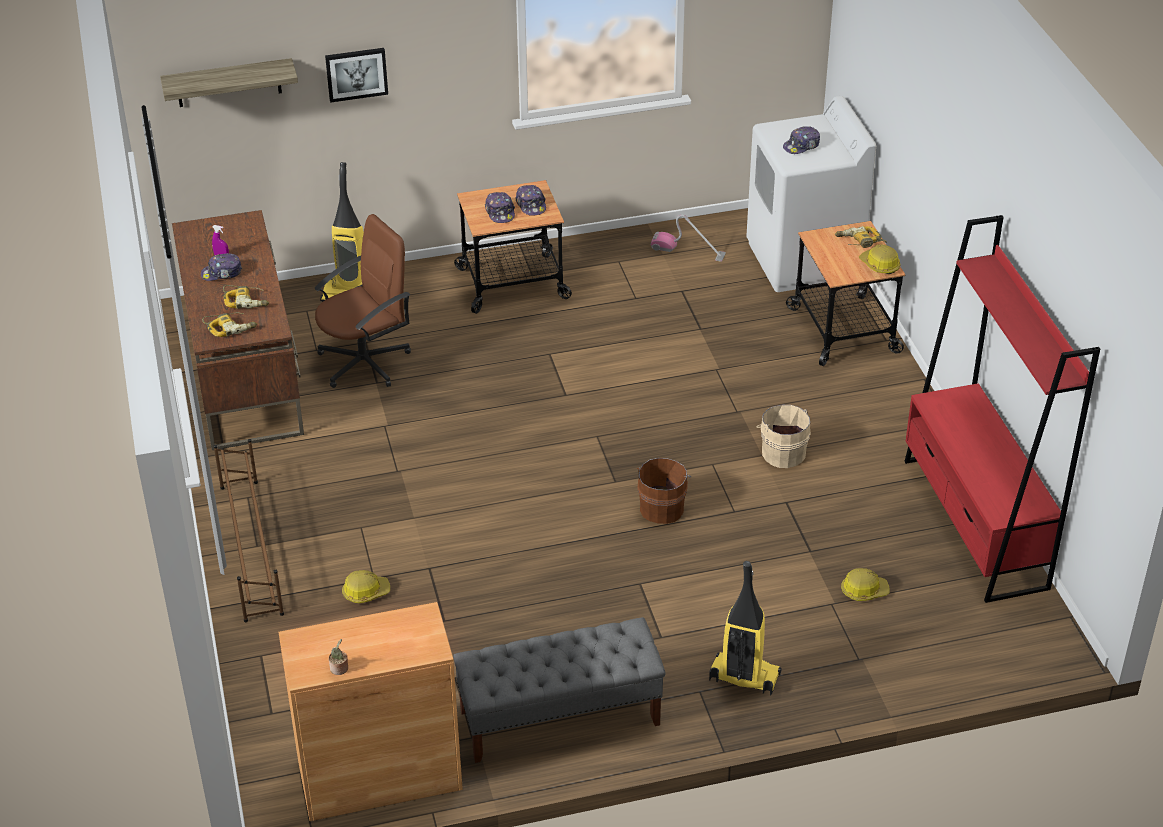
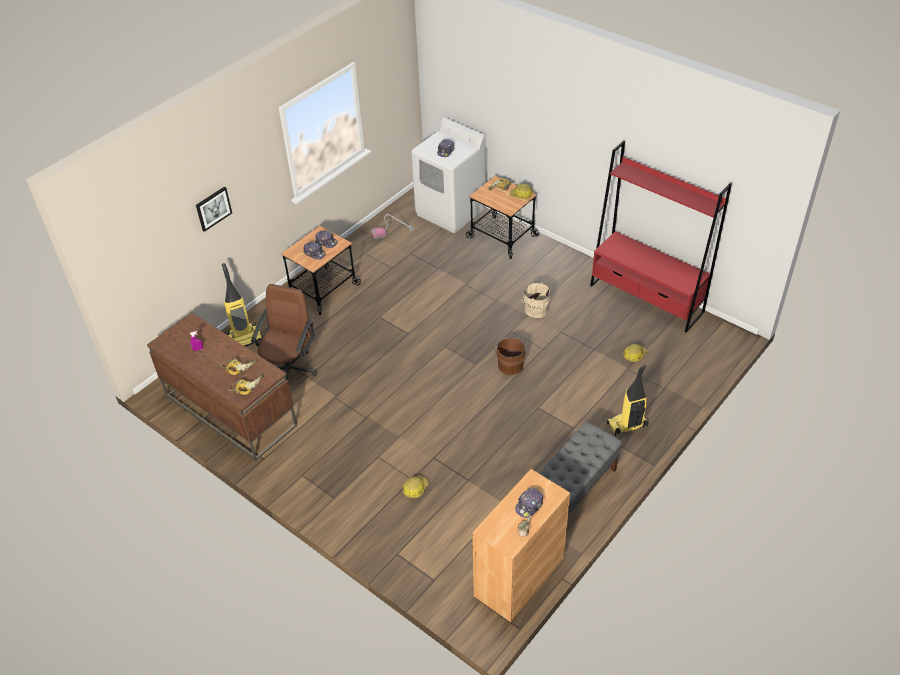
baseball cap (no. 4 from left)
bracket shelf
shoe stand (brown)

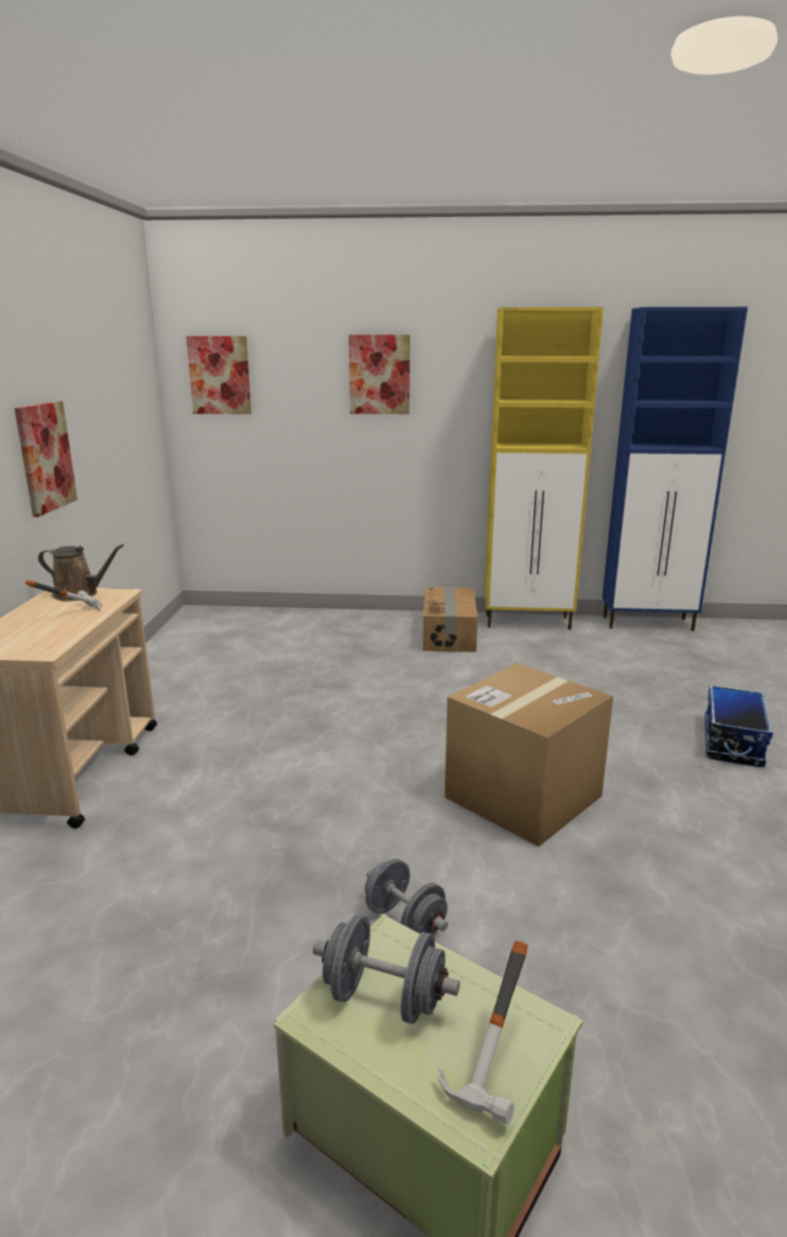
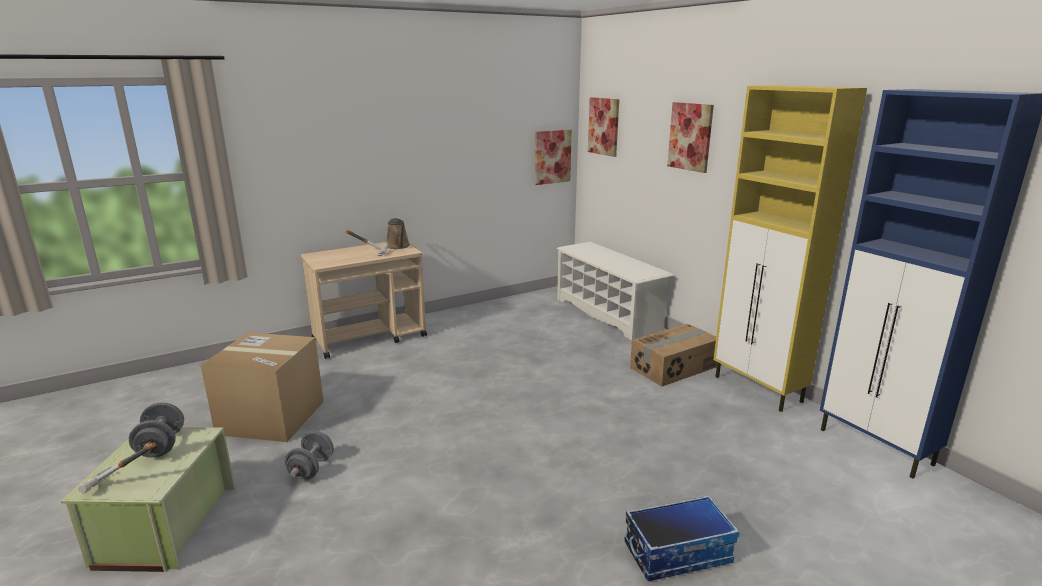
cardboard box (no. 1 from left)
picture (no. 1 from left)
shoe stand (white-coloured)

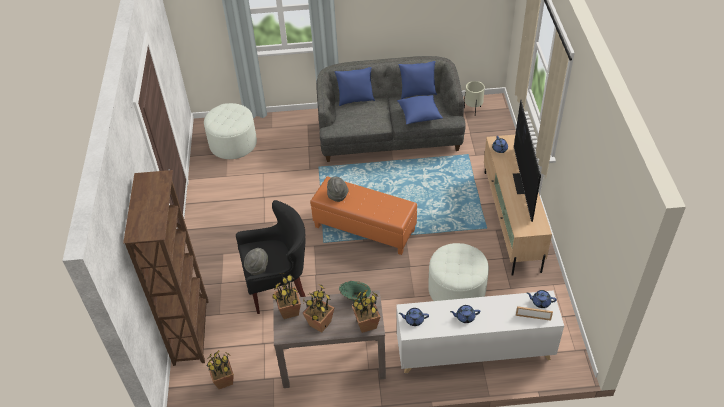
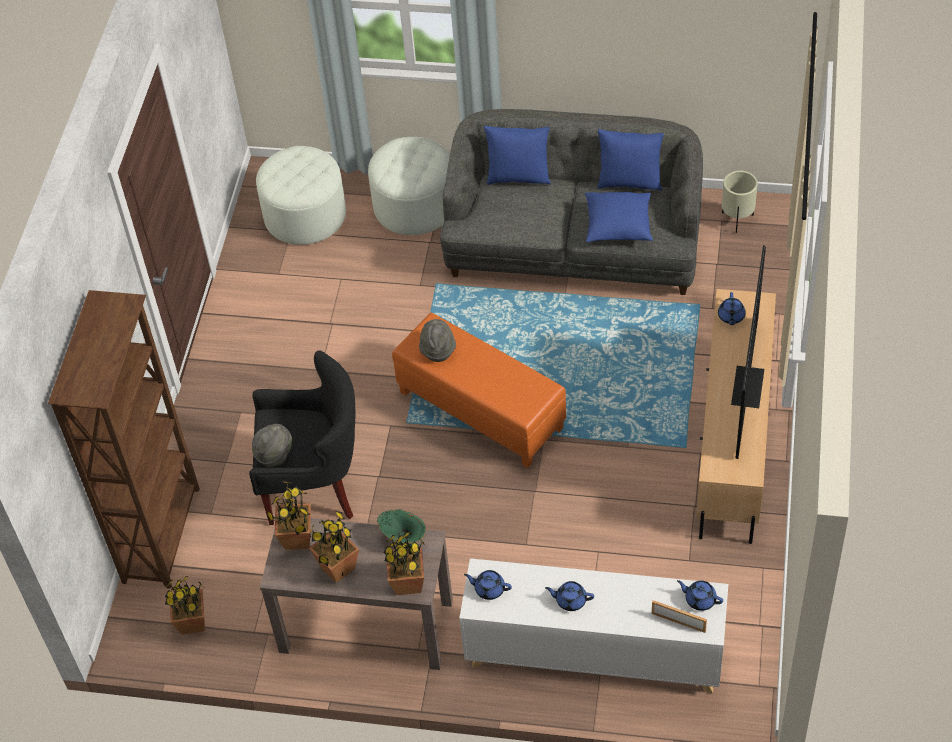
footrest (white-coloured) (no. 2 from left)

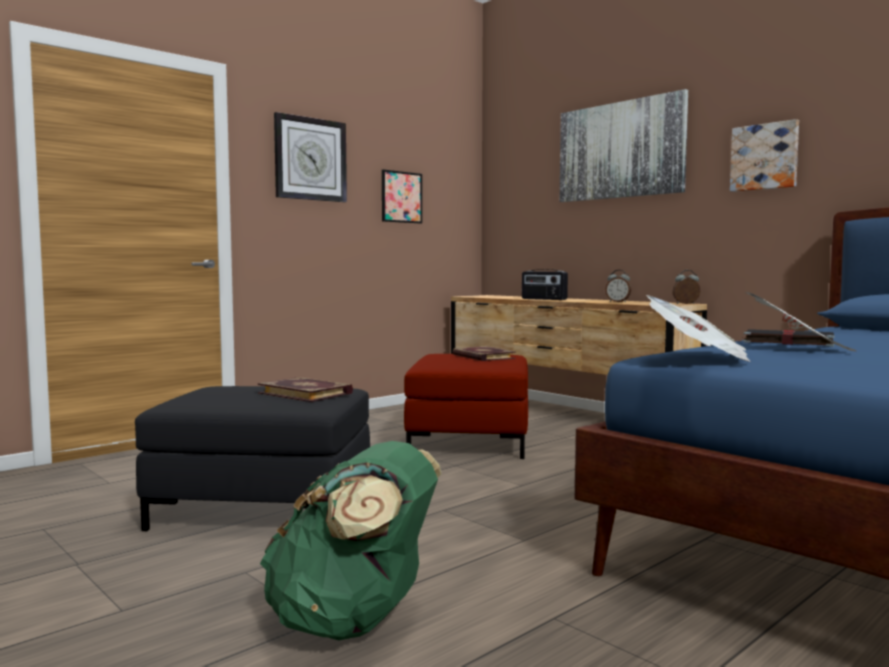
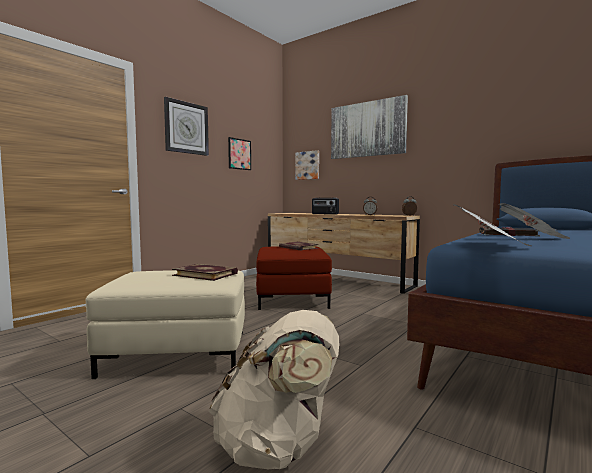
footrest (beige-coloured)
knapsack (beige-coloured)
picture (no. 2 from left)

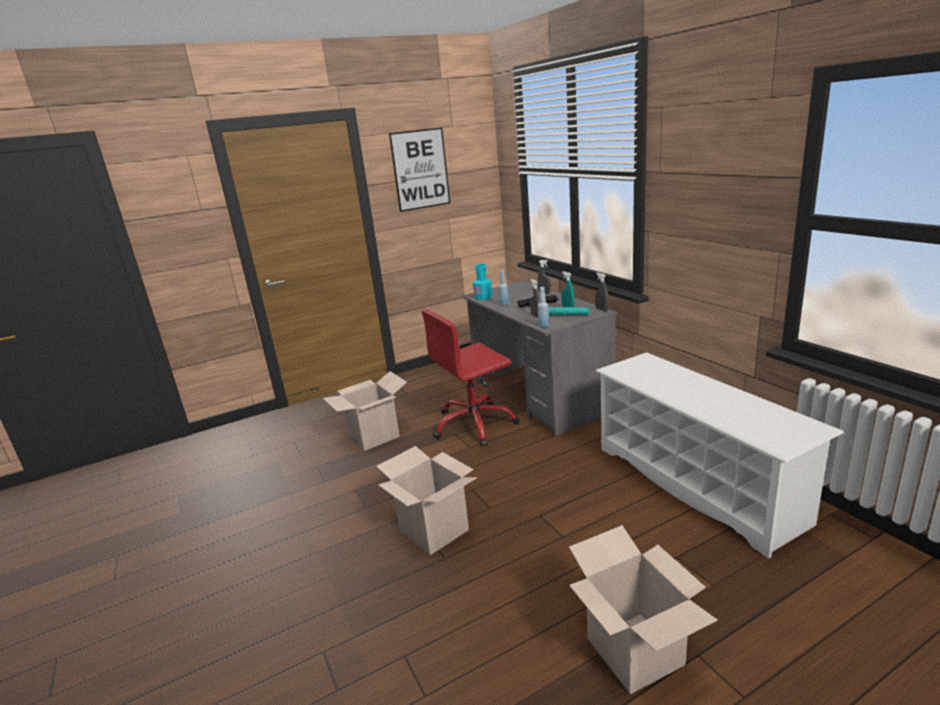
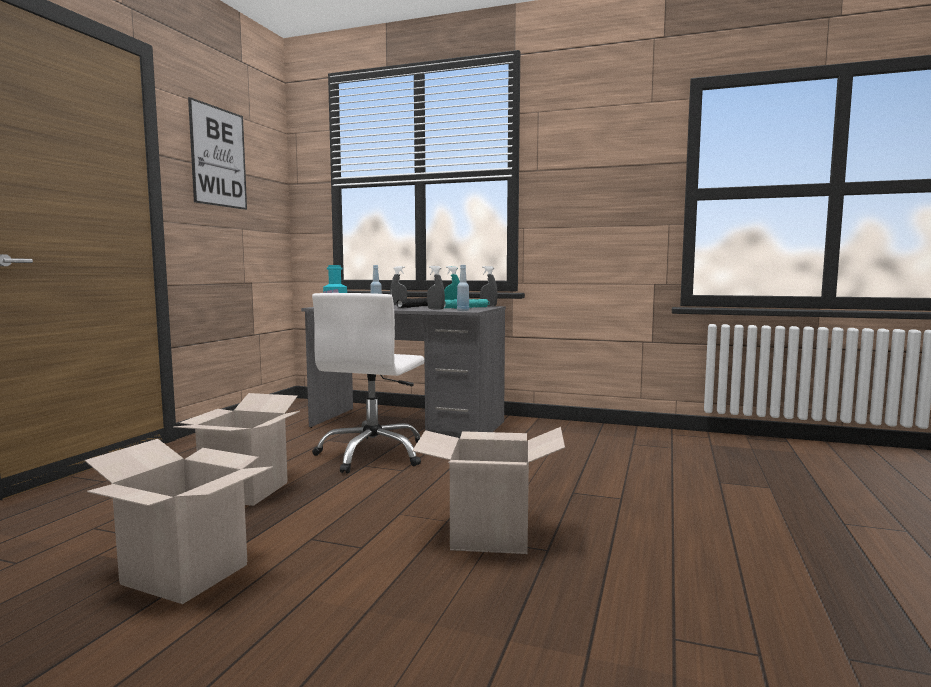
cardboard box (no. 1 from left)
office chair (white-coloured)
shoe stand (white-coloured)

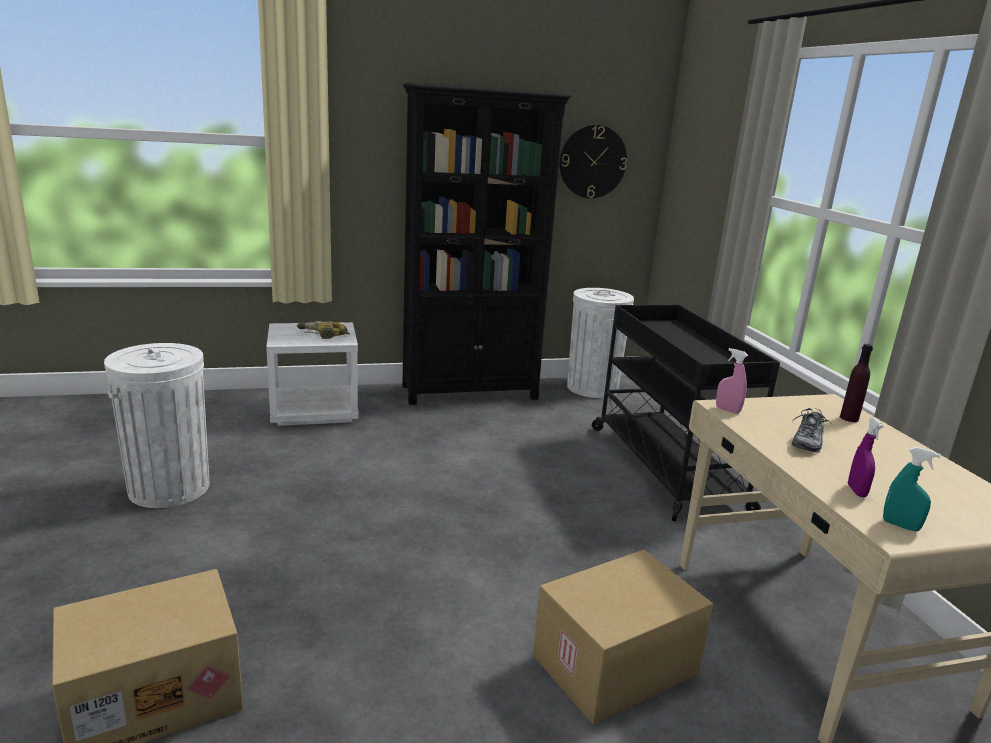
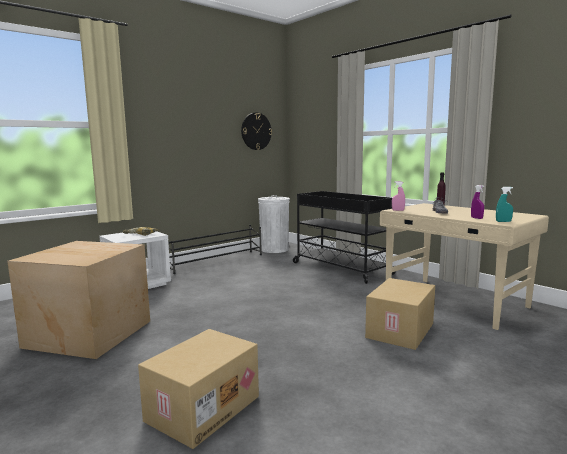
cardboard box (no. 1 from left)
shoe stand (black-coloured)

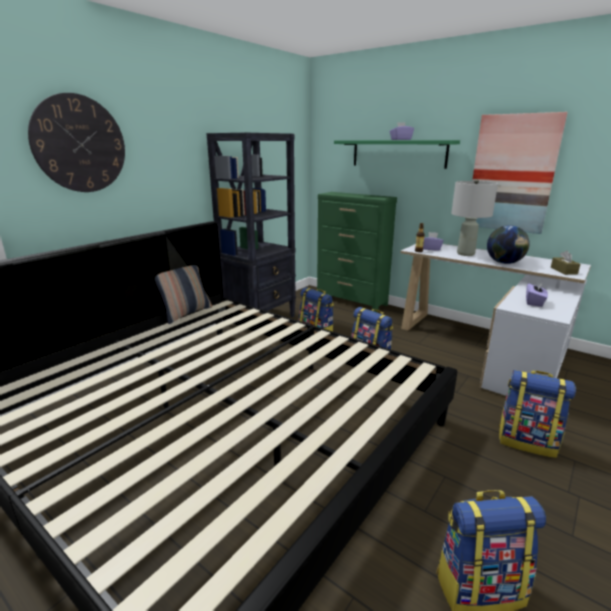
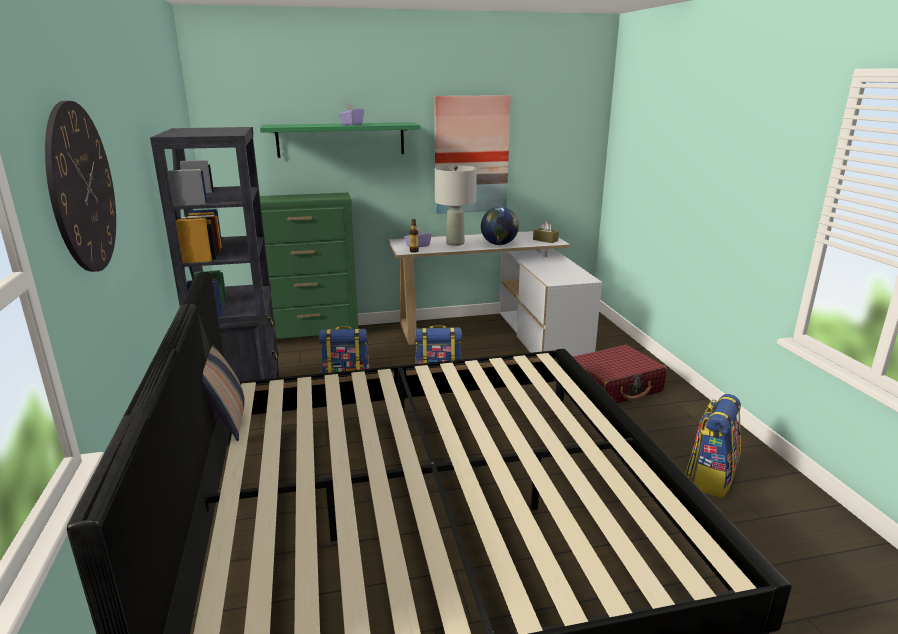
piece of luggage (red)
box of tissues (purple) (no. 3 from left in the first image)

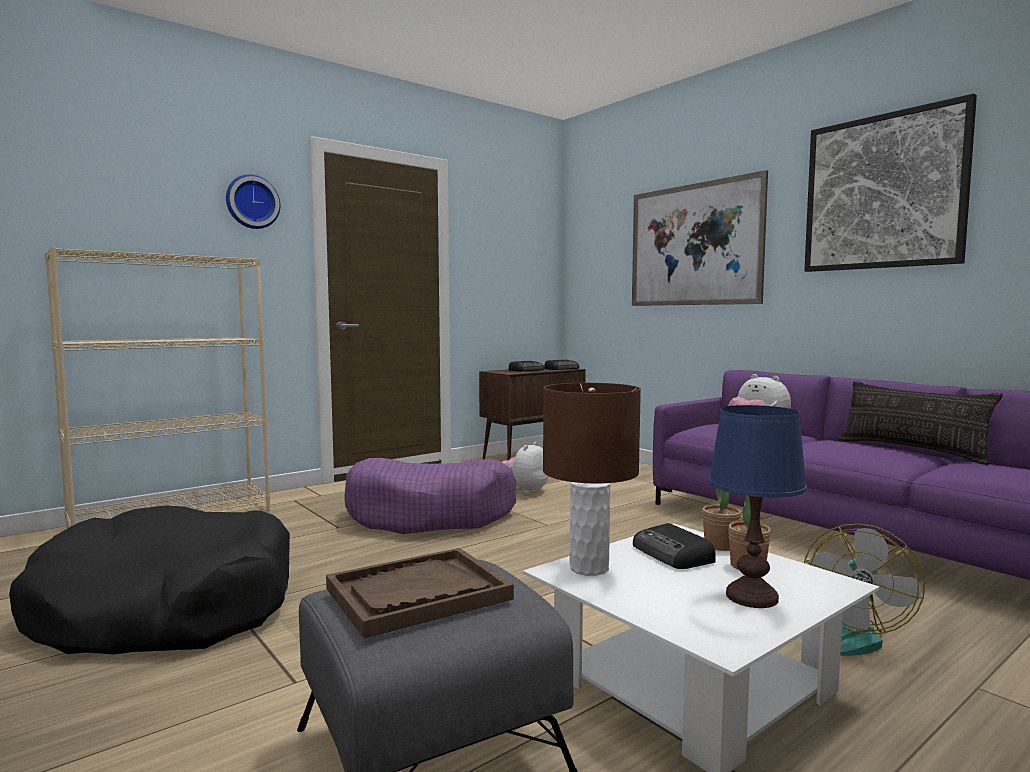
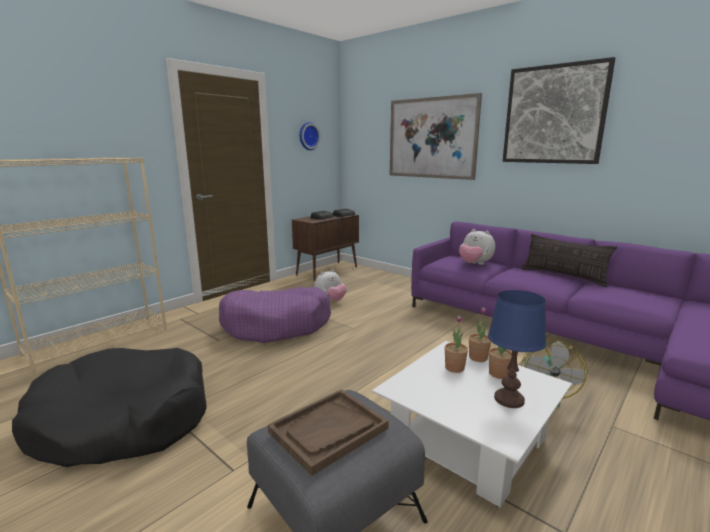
clock on the wall
plush toy (no. 1 from left)
houseplant (no. 1 from left)
table lamp (brown)

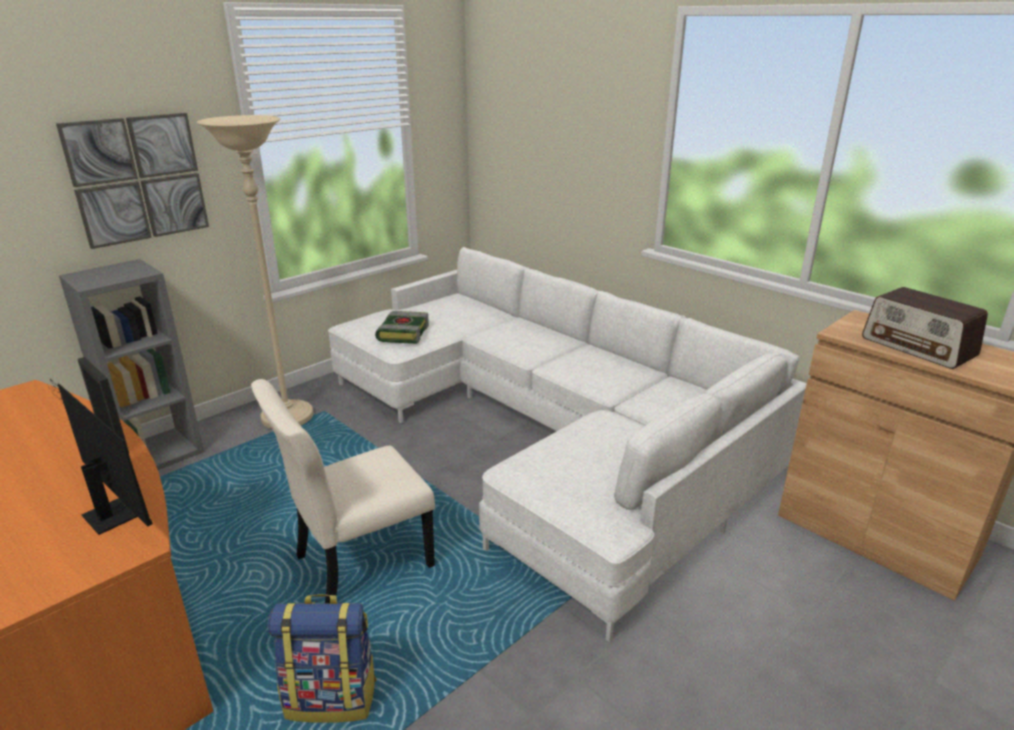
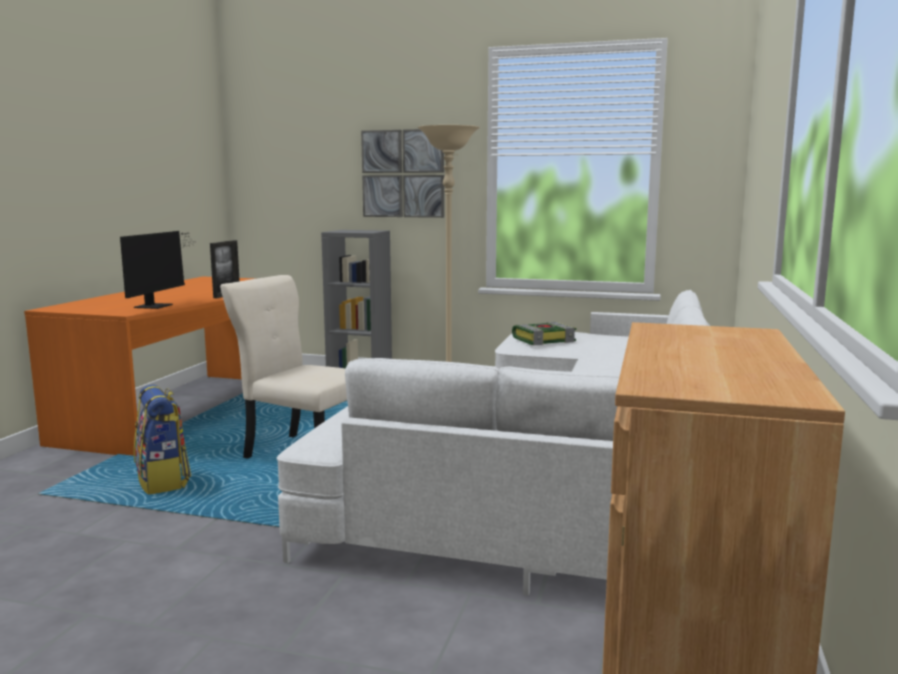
radio receiver

